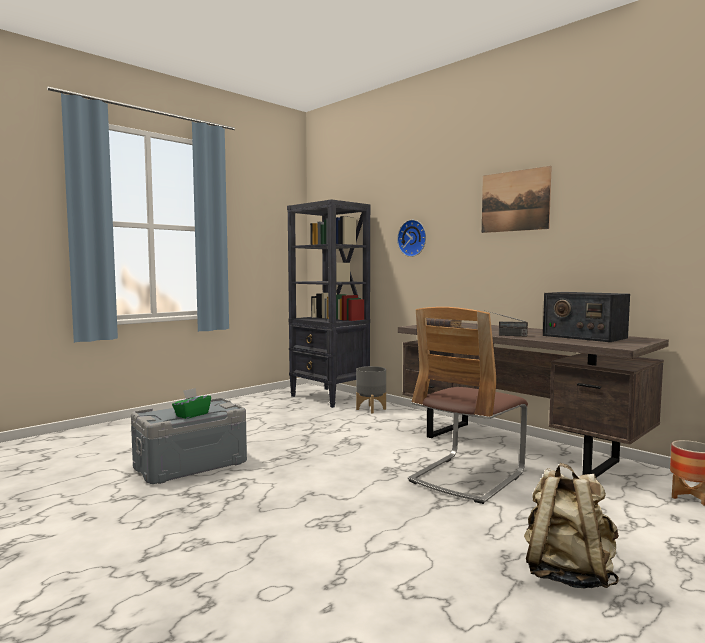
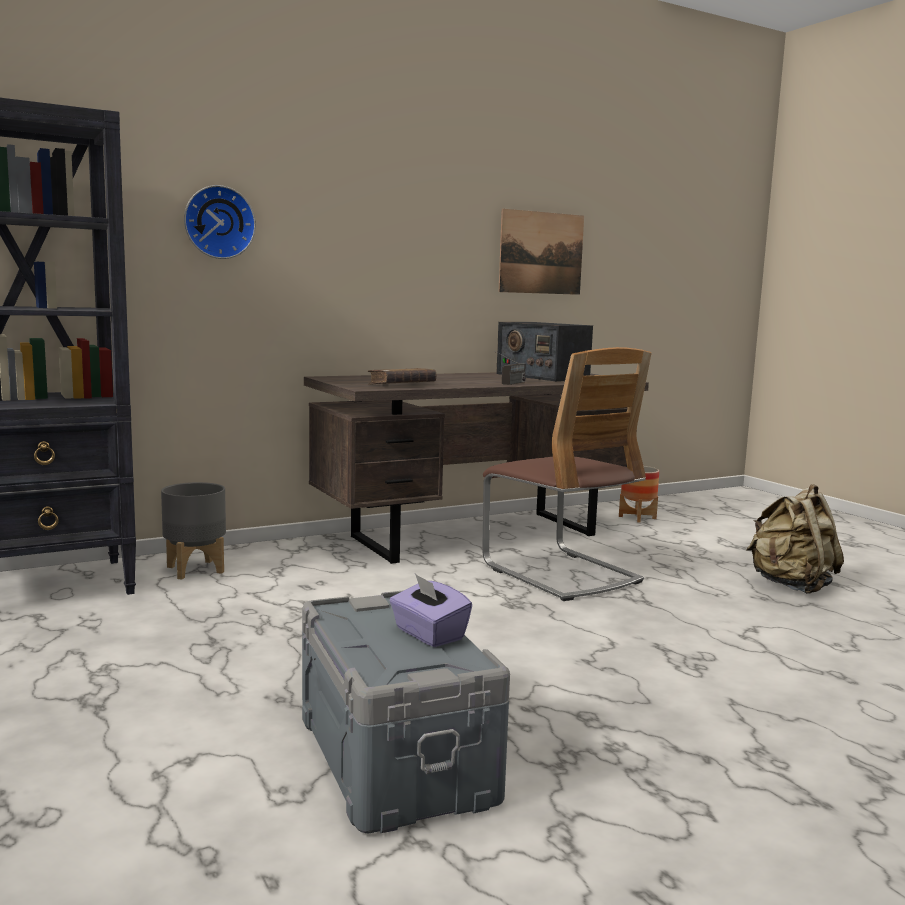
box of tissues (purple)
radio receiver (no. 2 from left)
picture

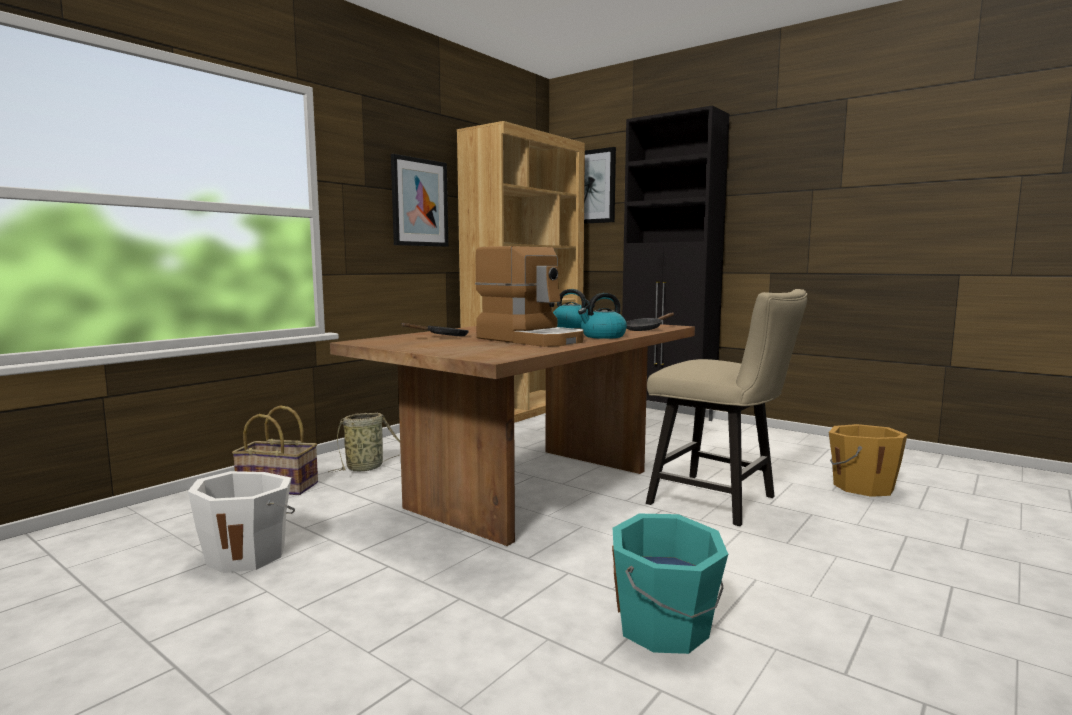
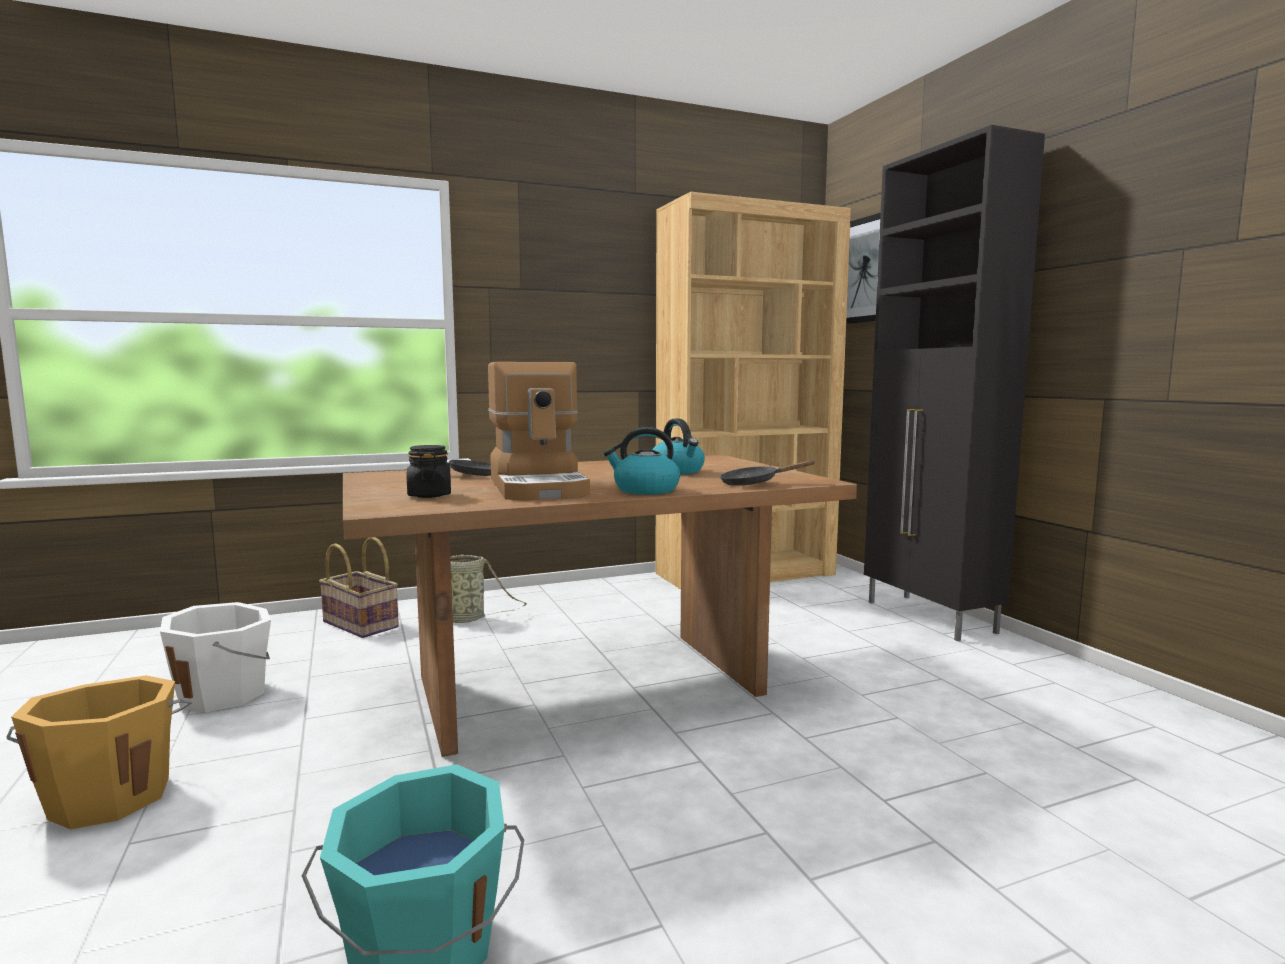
water bucket (orangey)
storage jar (black-coloured)
picture (no. 1 from left in the first image)
chair (beige-coloured)

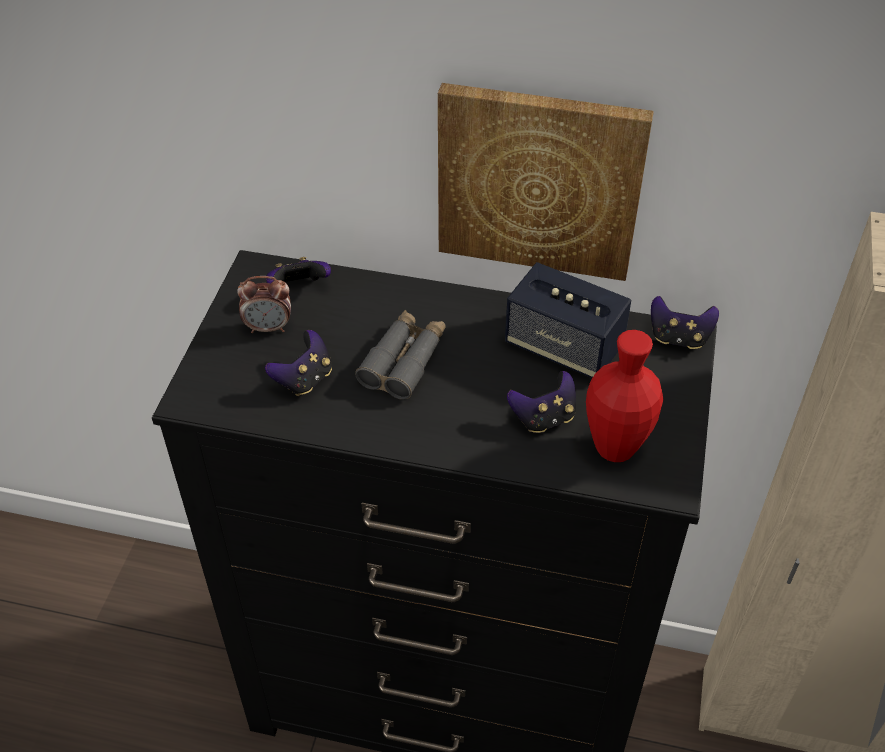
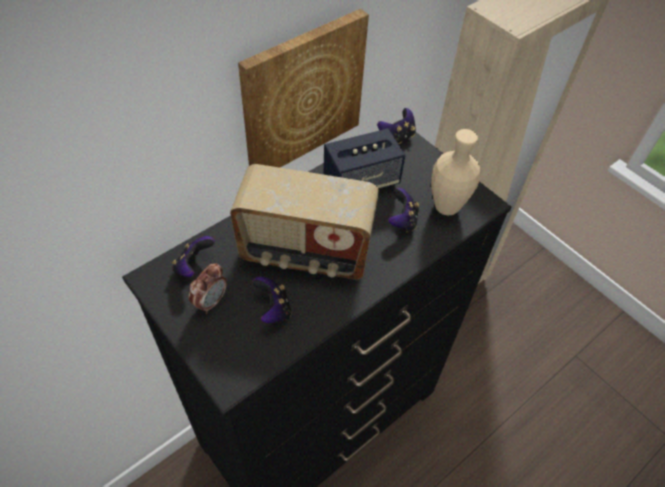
radio receiver
decorative vase (beige-coloured)

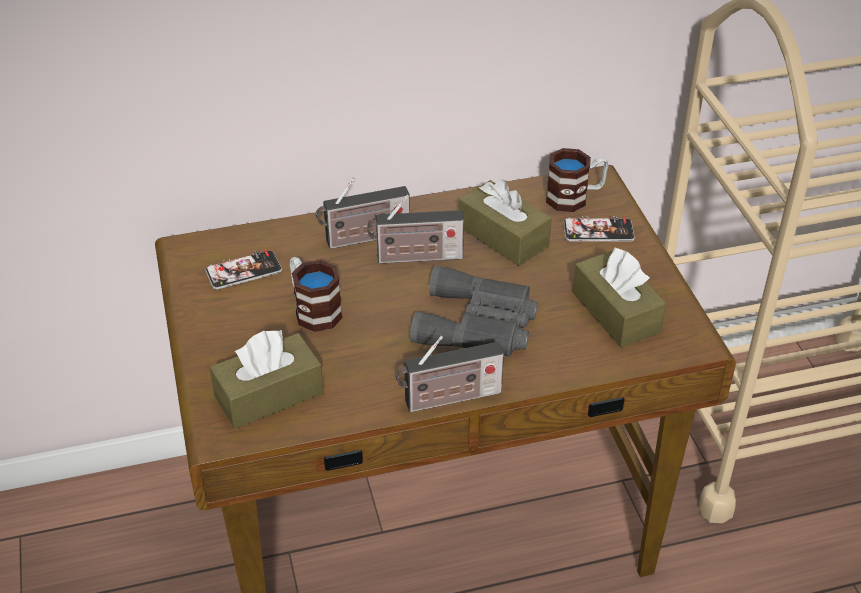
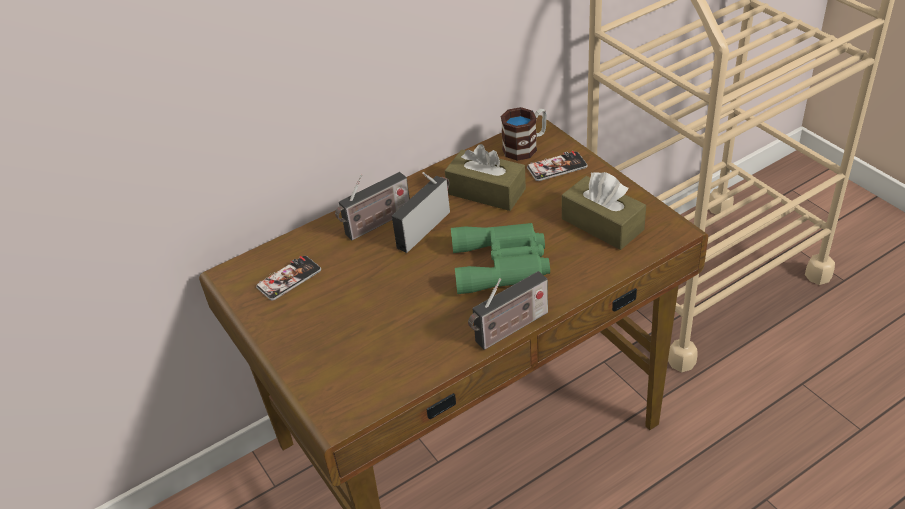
radio receiver (no. 2 from left)
binoculars (green-coloured)
box of tissues (brown) (no. 1 from left in the first image)
coffee mug (no. 1 from left in the first image)

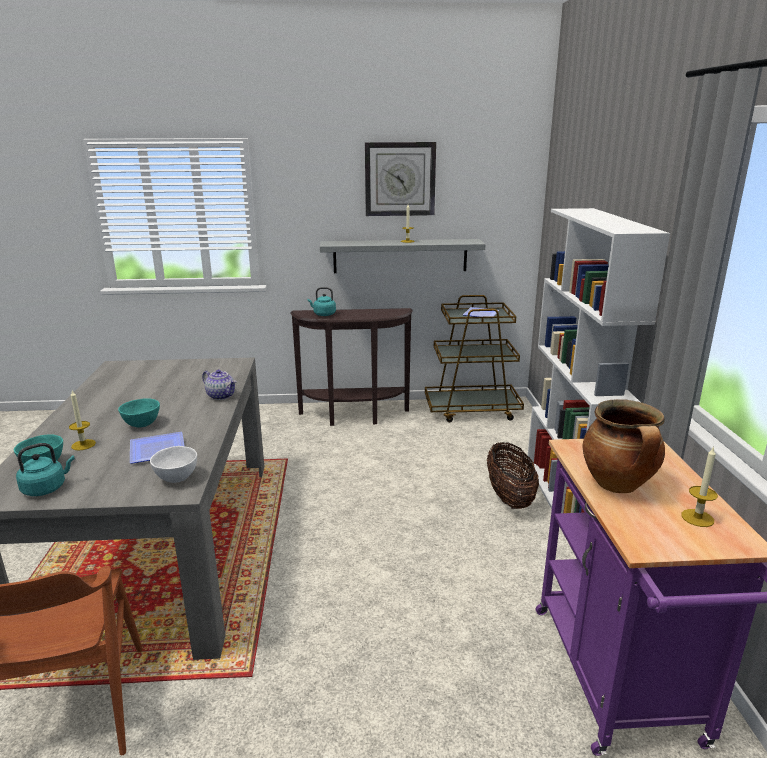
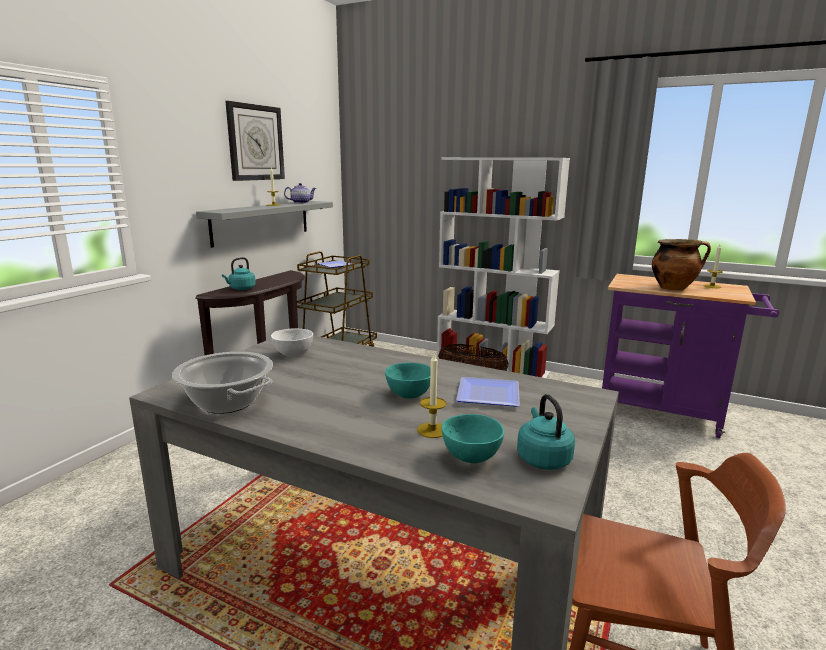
saucepot (no. 1 from left)
serving bowl (white-coloured)
teapot

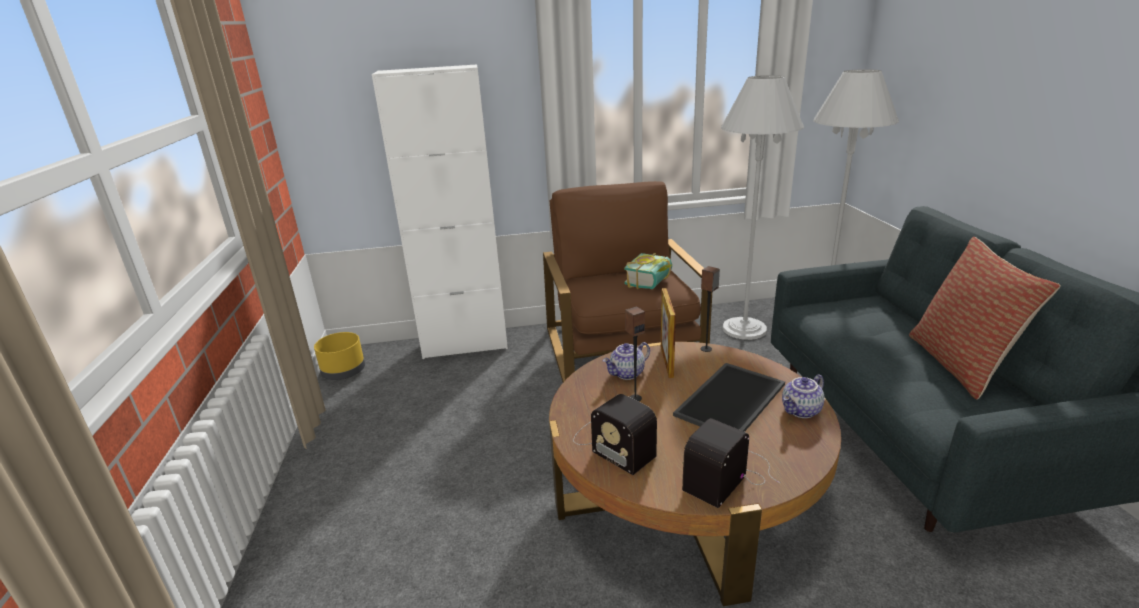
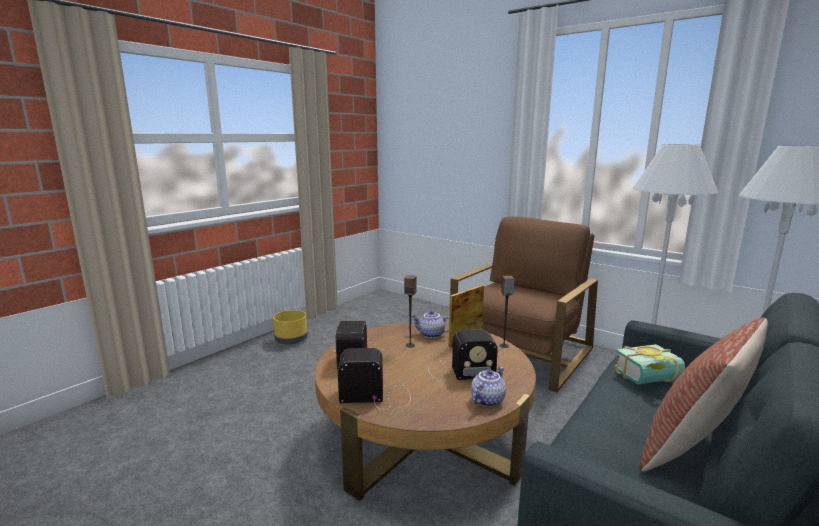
planter (yellowish)
radio receiver (no. 3 from left)
teapot (no. 2 from left)
bound book
cabinet (white-coloured)

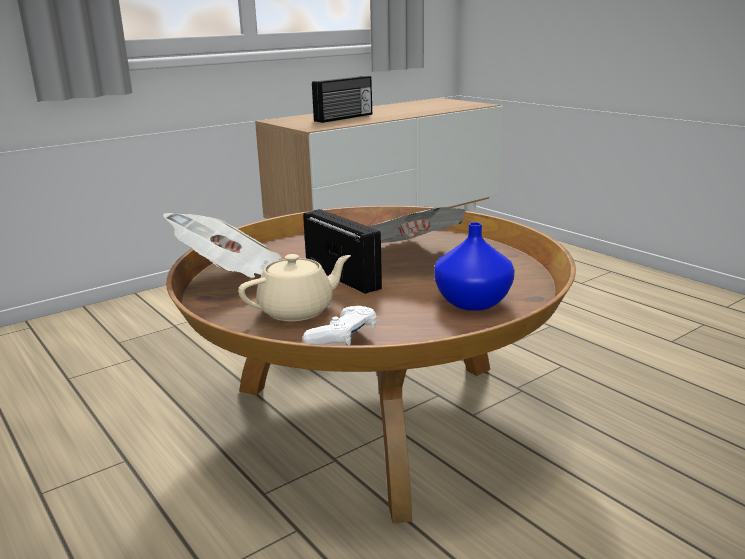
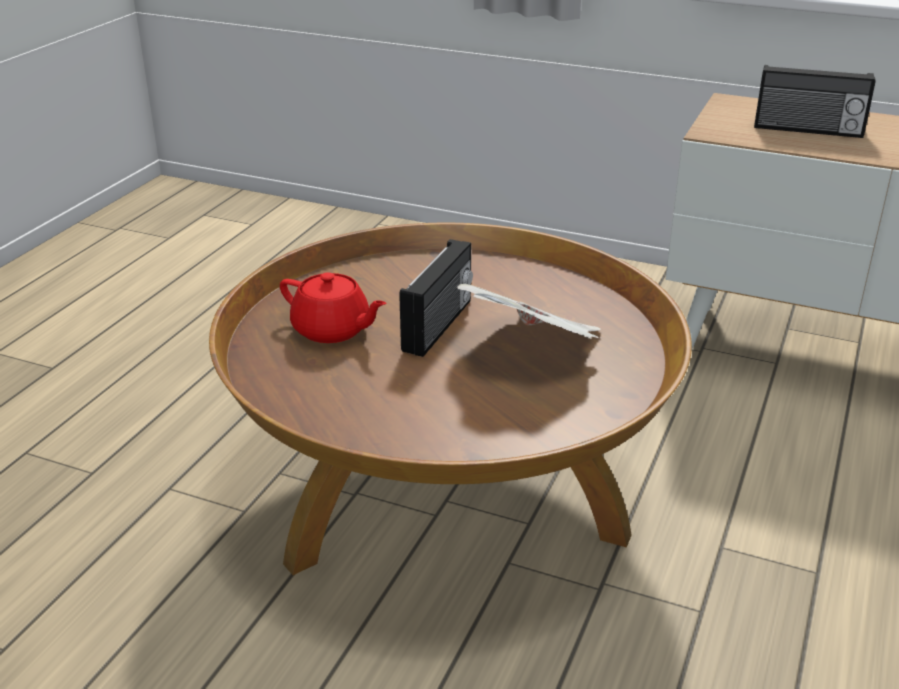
teapot (red)
newspaper (no. 1 from left in the first image)
gamepad (white-coloured)
decorative vase (blue-coloured)

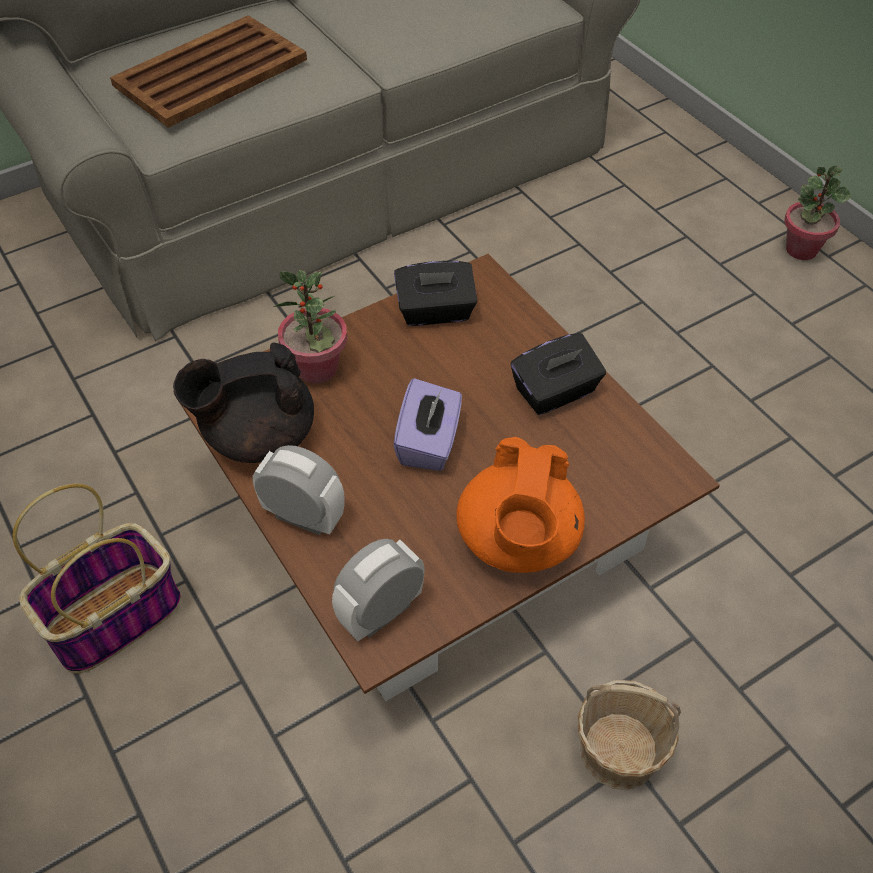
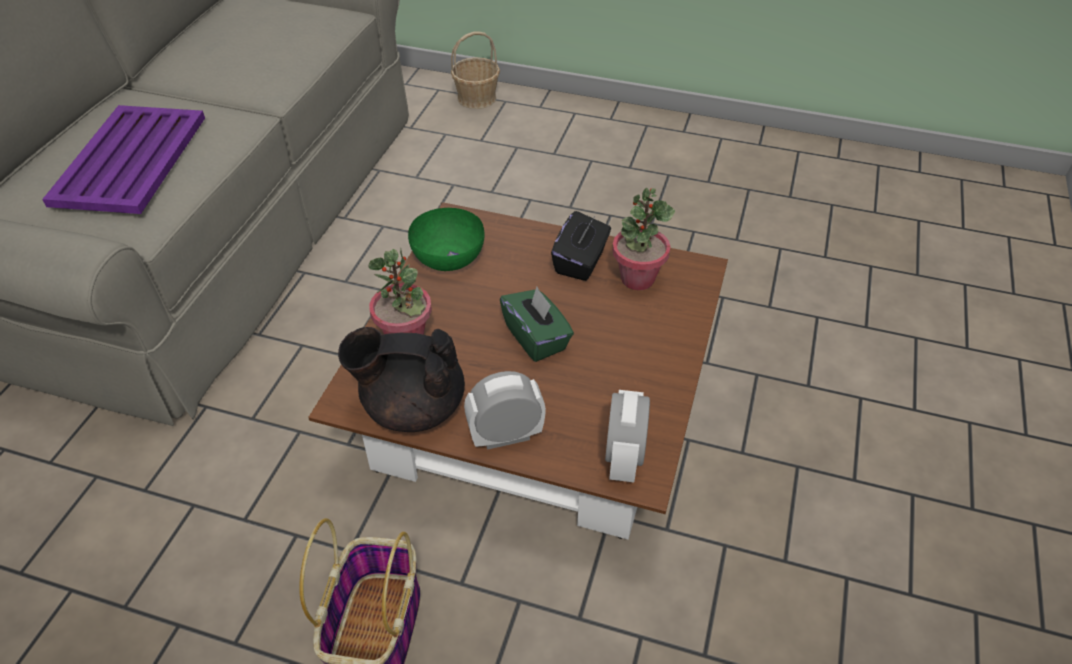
serving tray (purple)
teapot (black-coloured)
serving bowl (green-coloured)
storage basket (no. 2 from left)
box of tissues (green-coloured)
houseplant (no. 2 from left)
teapot (orangey)

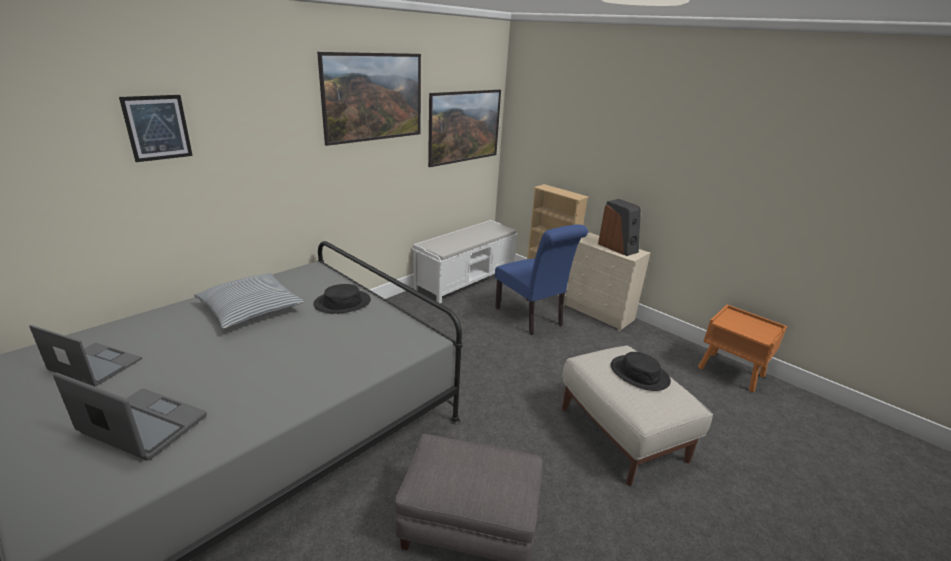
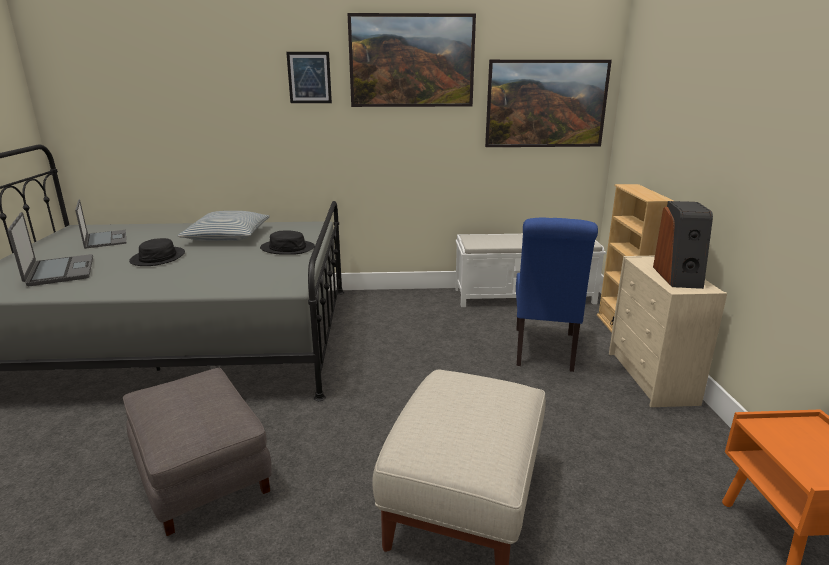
wearable hat (black-coloured) (no. 1 from left)
picture (no. 1 from left)

